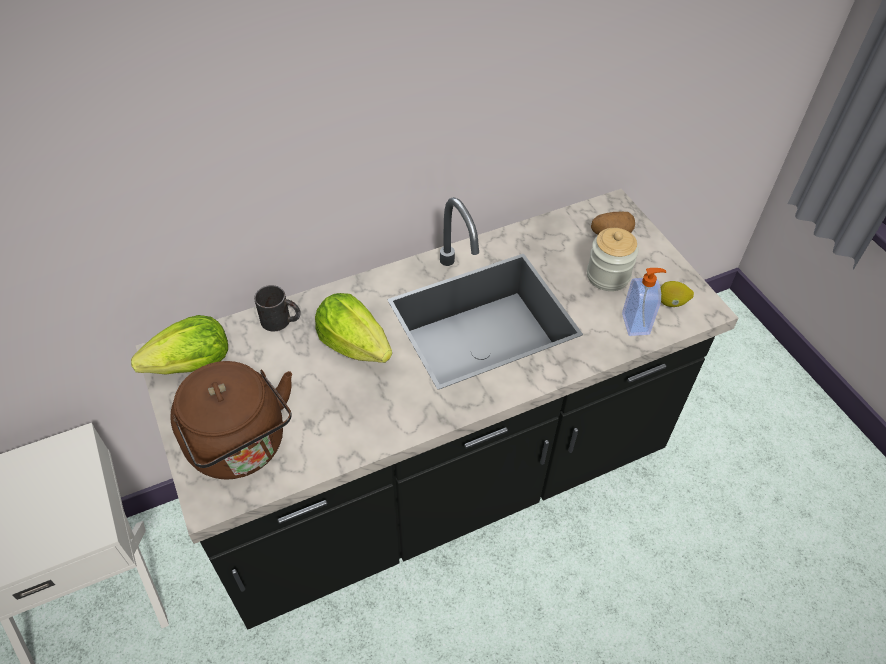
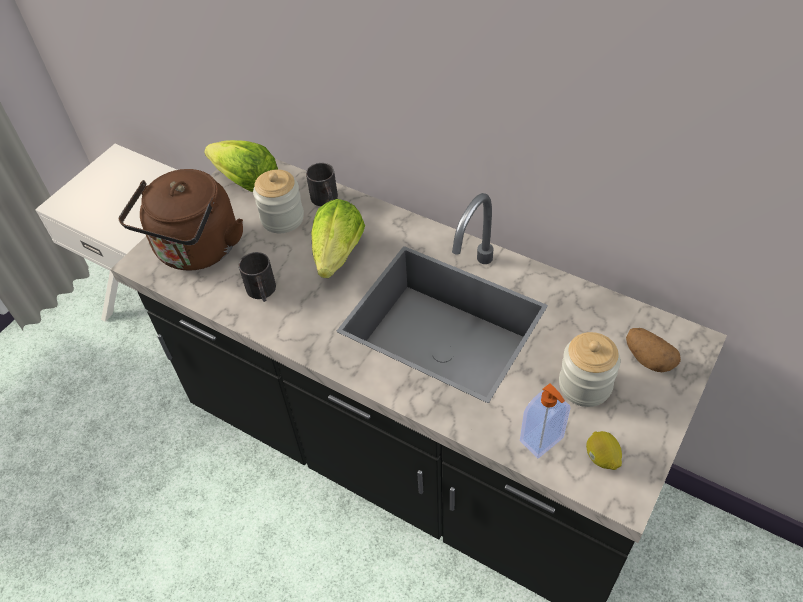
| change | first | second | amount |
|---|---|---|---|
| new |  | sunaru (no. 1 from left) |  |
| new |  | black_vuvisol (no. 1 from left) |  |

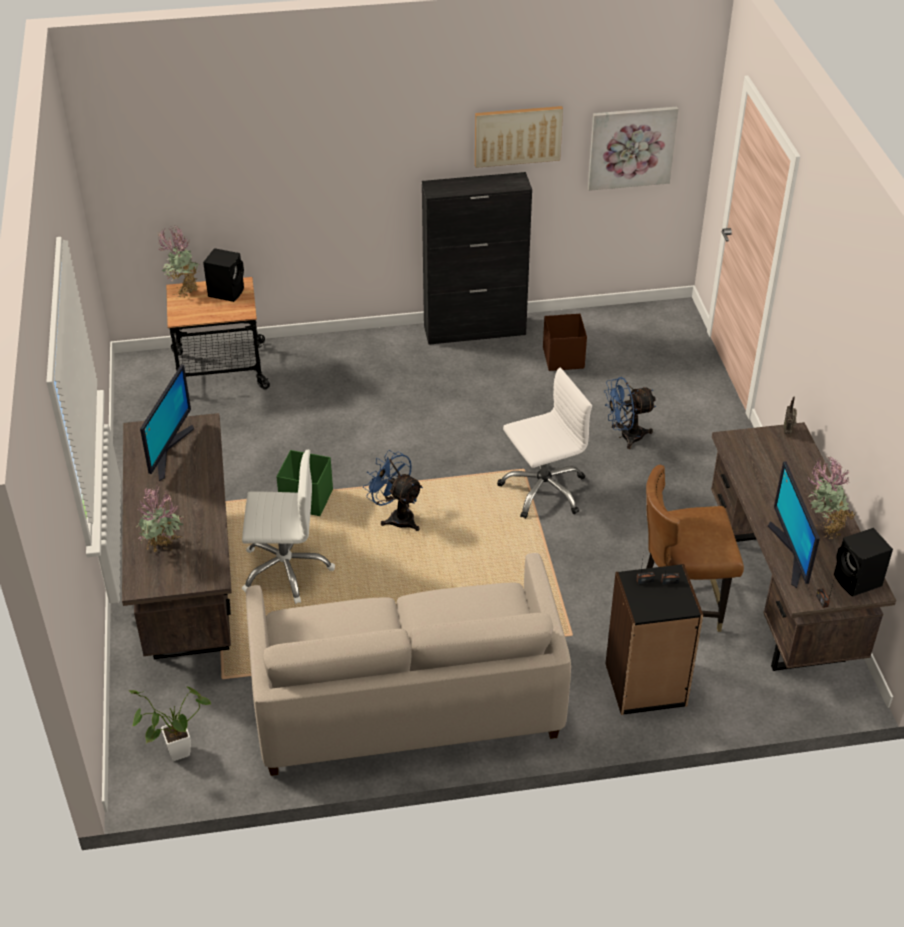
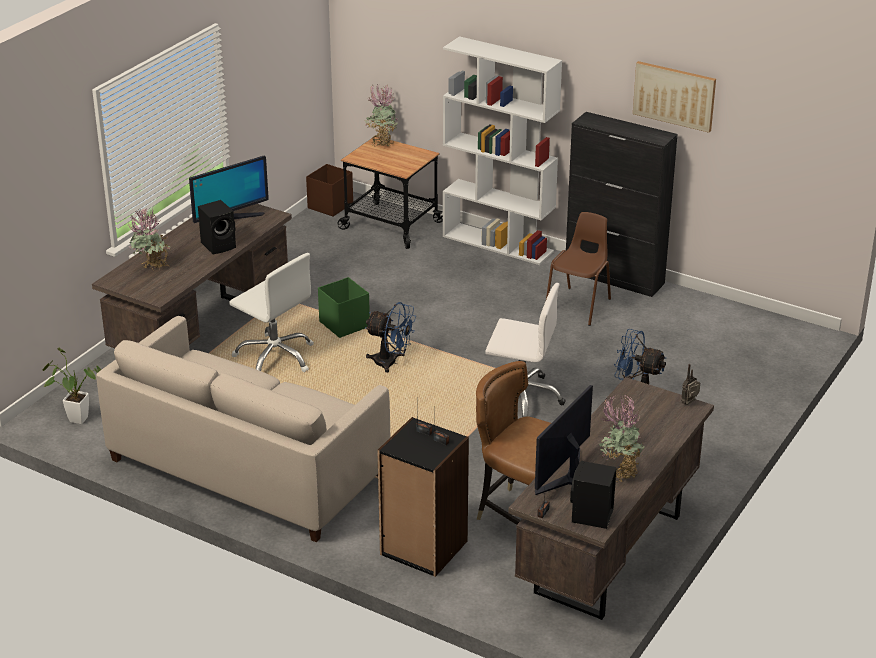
| change | first | second | amount |
|---|---|---|---|
| gone | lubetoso (no. 2 from left) |  |  |
| shifted | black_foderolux (no. 1 from left) |  |  |
| shifted | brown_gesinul |  |  |
| rotated | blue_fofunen (no. 1 from left) |  | 120 degrees clockwise |
| new |  | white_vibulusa |  |
| new |  | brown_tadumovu (no. 2 from left) |  |

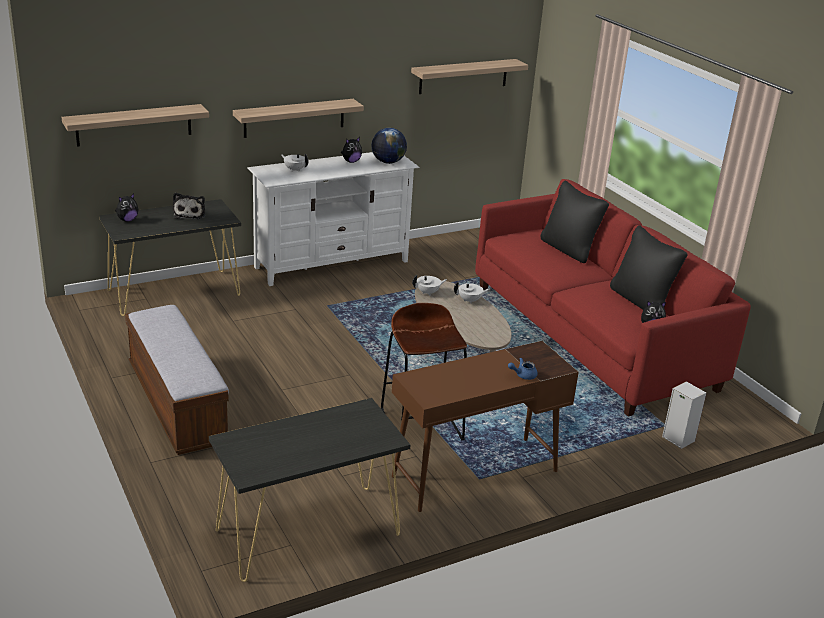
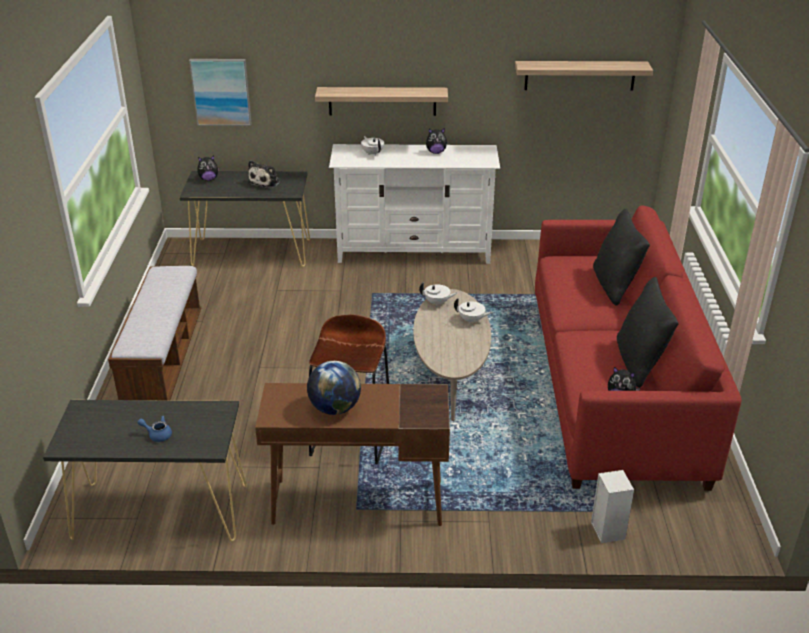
| change | first | second | amount |
|---|---|---|---|
| swapped | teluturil (no. 1 from left) | lubetoso |  |
| shifted | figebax |  |  |
| shifted | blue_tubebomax |  |  |

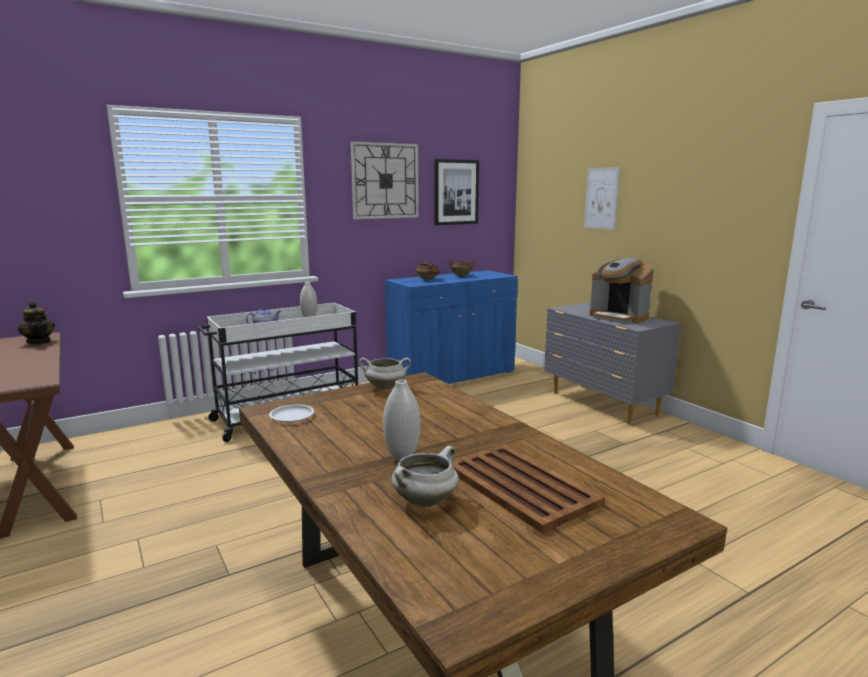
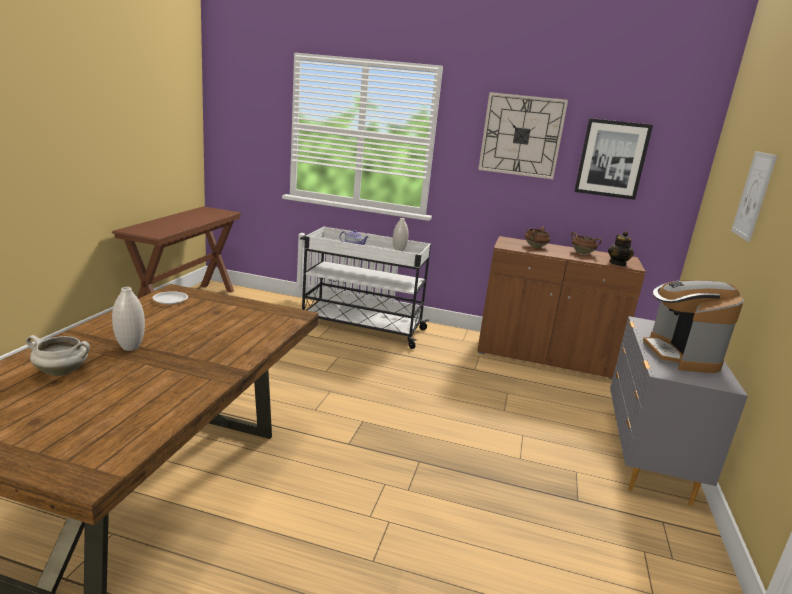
| change | first | second | amount |
|---|---|---|---|
| repainted | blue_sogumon | brown_sogumon |  |
| shifted | tubebomax (no. 1 from left in the first image) | tubebomax (no. 2 from left) |  |
| gone | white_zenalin (no. 1 from left) |  |  |
| gone | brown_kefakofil |  |  |

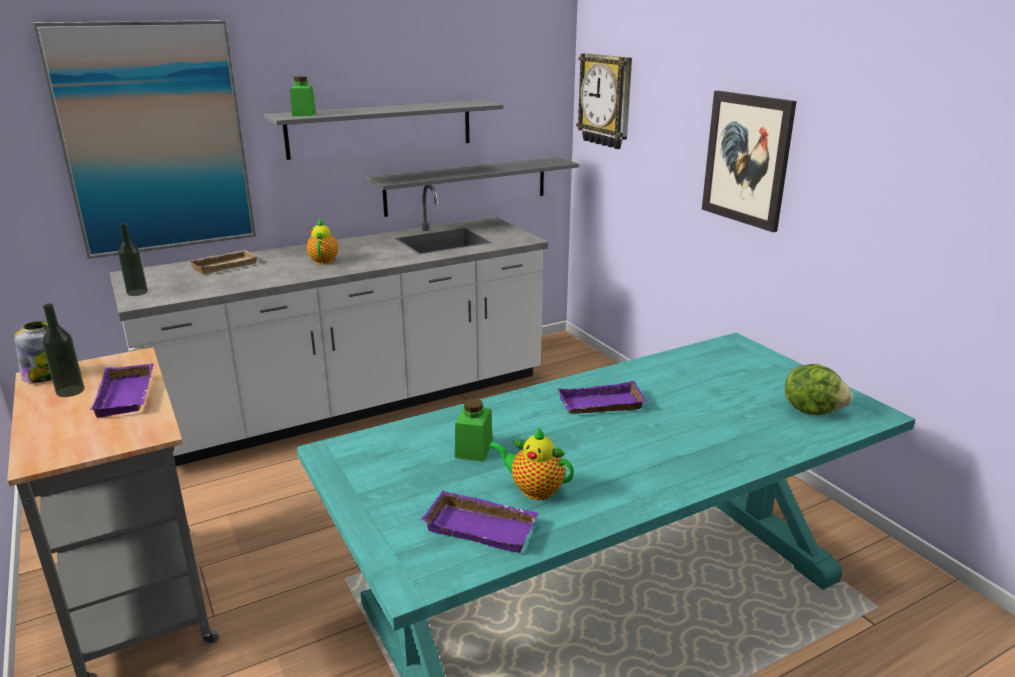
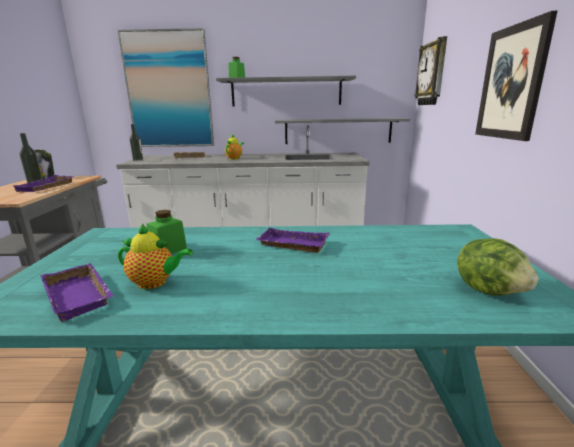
| change | first | second | amount |
|---|---|---|---|
| rotated | tubebomax (no. 2 from left in the first image) | tubebomax (no. 1 from left) | 135 degrees clockwise |

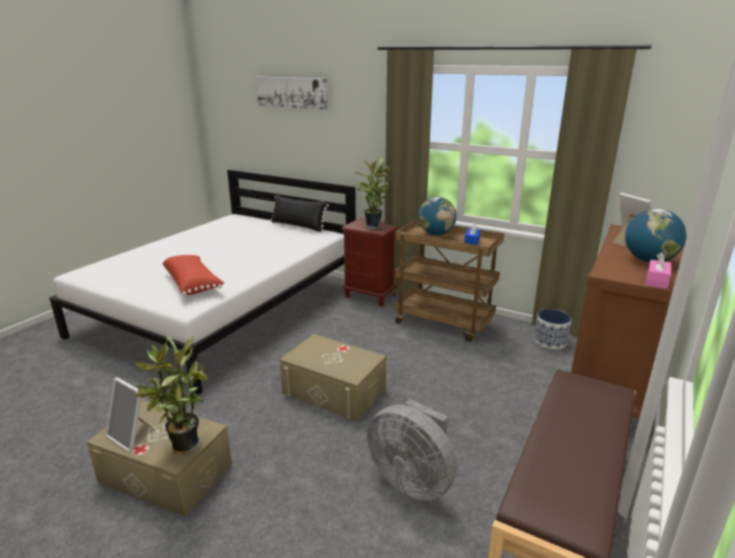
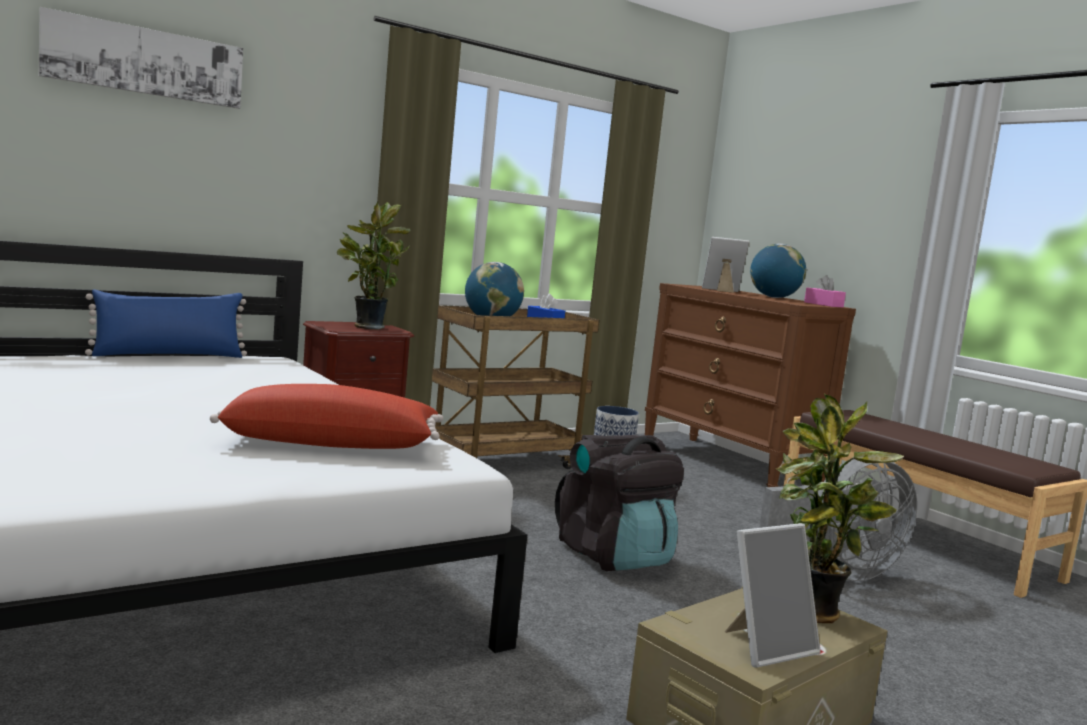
| change | first | second | amount |
|---|---|---|---|
| repainted | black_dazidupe | blue_dazidupe |  |
| swapped | beige_gesinul (no. 2 from left) | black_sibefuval |  |

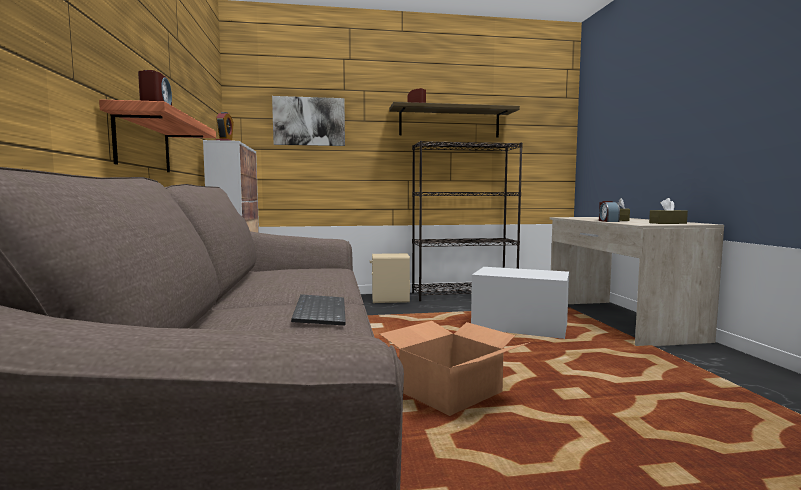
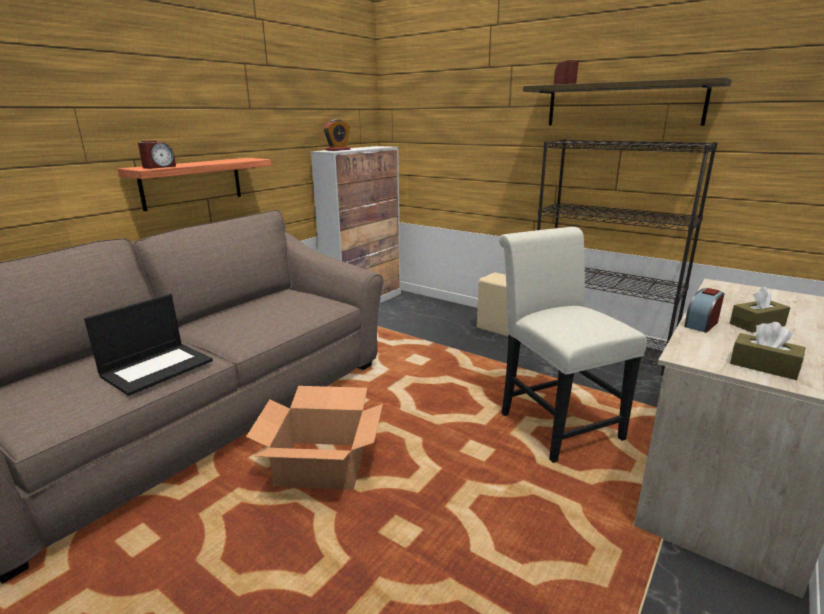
| change | first | second | amount |
|---|---|---|---|
| gone | lubetoso |  |  |
| swapped | white_gesinul | white_tadumovu |  |
| swapped | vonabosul | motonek |  |

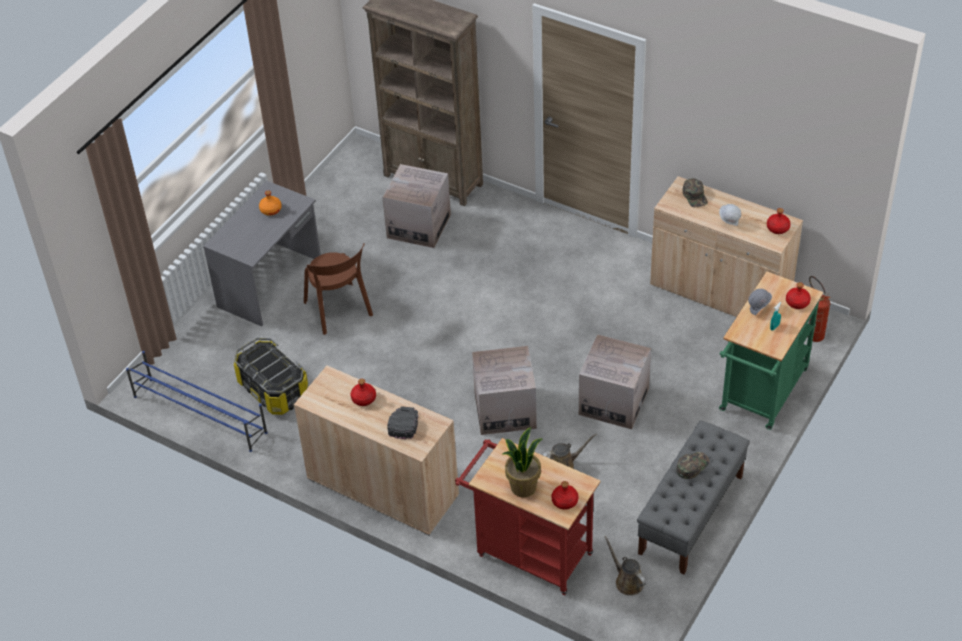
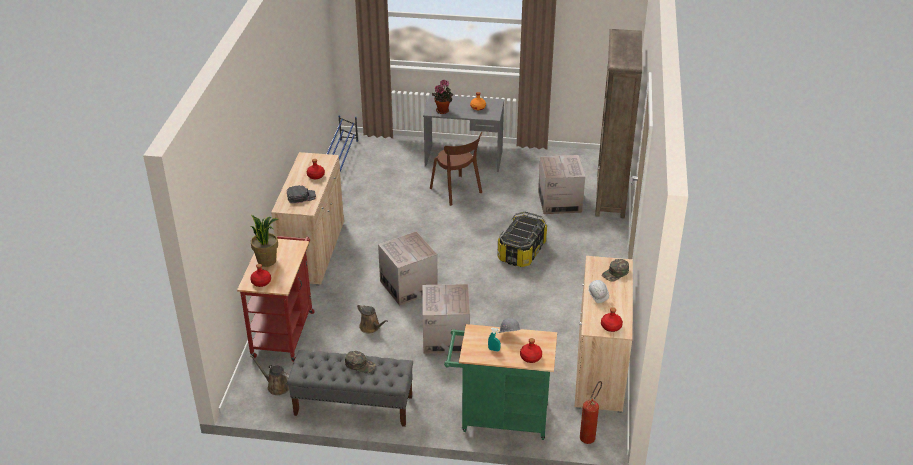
| change | first | second | amount |
|---|---|---|---|
| rotated | brown_tadumovu |  | 75 degrees counterclockwise |
| shifted | gesinul |  |  |
| rotated | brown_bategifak (no. 2 from left in the first image) | brown_bategifak (no. 1 from left) | 90 degrees counterclockwise |
| new |  | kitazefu (no. 2 from left) |  |

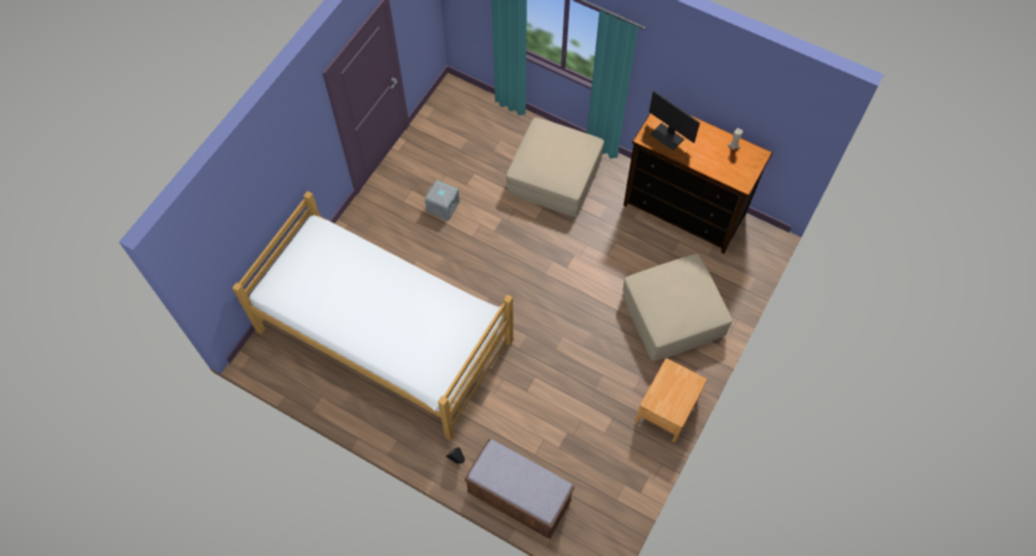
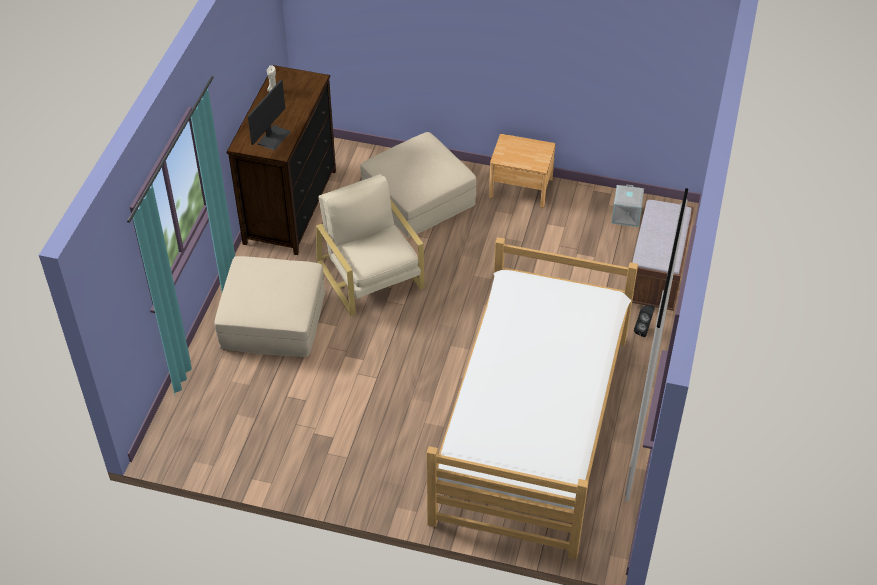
| change | first | second | amount |
|---|---|---|---|
| shifted | grey_gesinul |  |  |
| new |  | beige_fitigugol |  |

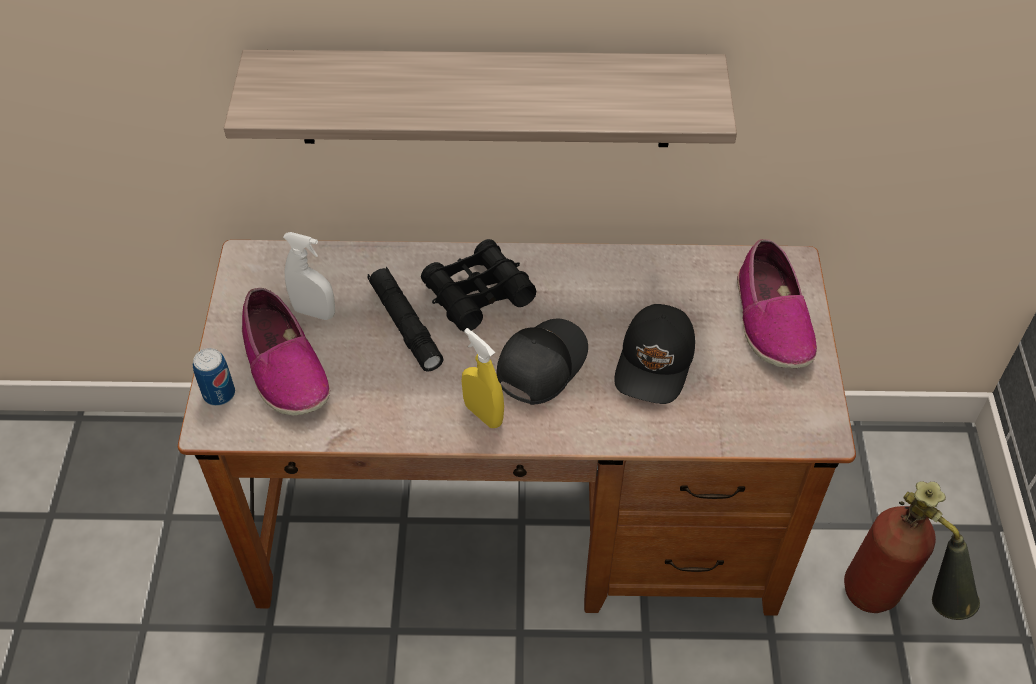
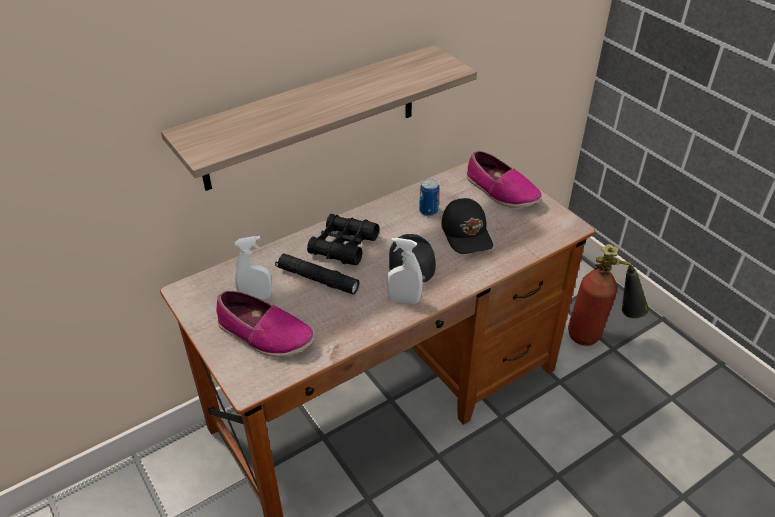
| change | first | second | amount |
|---|---|---|---|
| repainted | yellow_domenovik | white_domenovik (no. 2 from left) |  |
| shifted | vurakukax |  |  |

